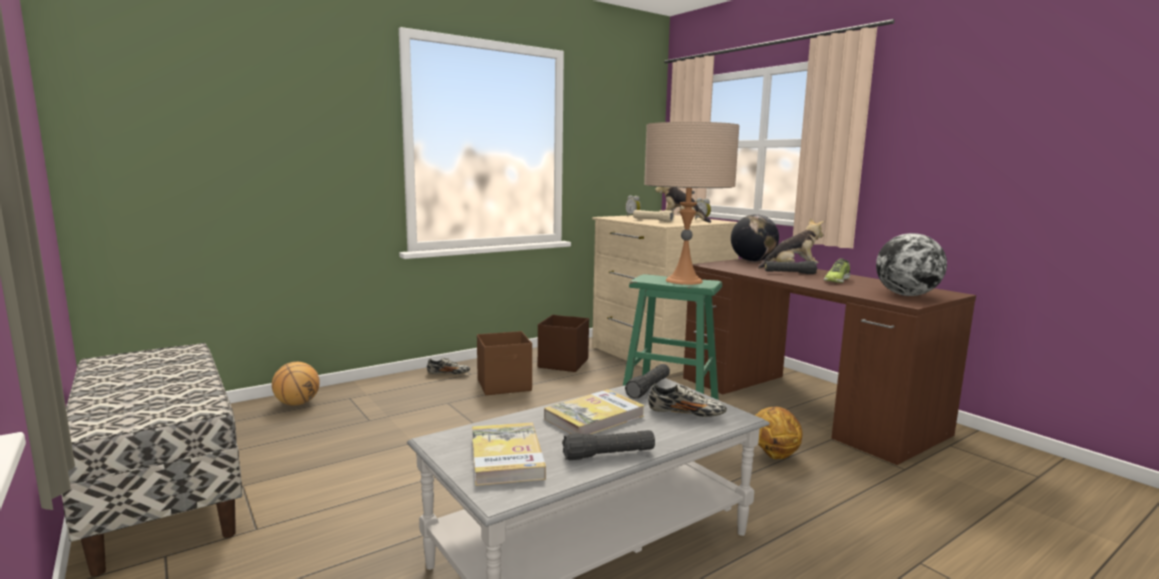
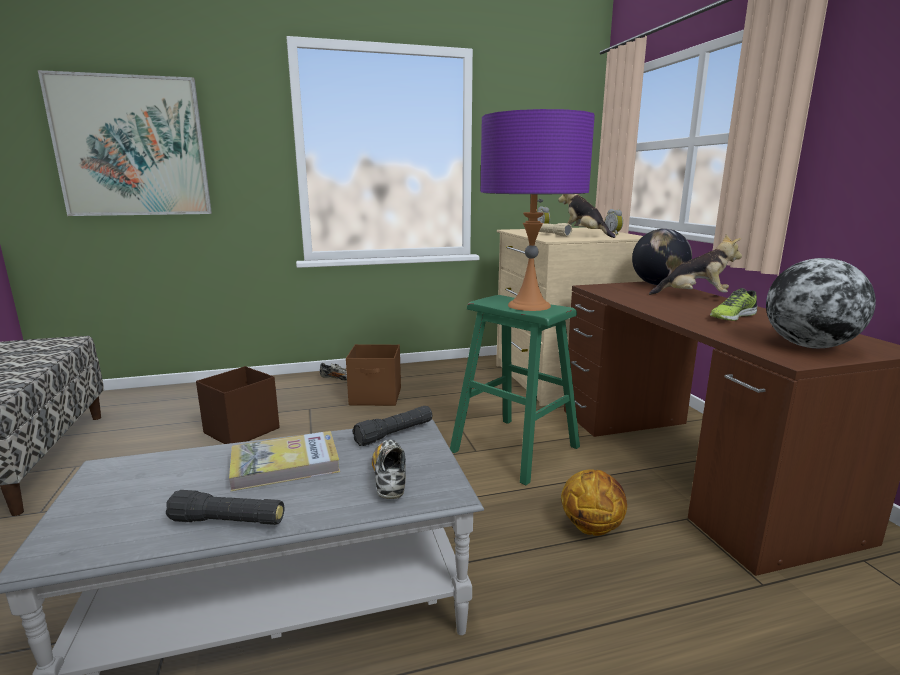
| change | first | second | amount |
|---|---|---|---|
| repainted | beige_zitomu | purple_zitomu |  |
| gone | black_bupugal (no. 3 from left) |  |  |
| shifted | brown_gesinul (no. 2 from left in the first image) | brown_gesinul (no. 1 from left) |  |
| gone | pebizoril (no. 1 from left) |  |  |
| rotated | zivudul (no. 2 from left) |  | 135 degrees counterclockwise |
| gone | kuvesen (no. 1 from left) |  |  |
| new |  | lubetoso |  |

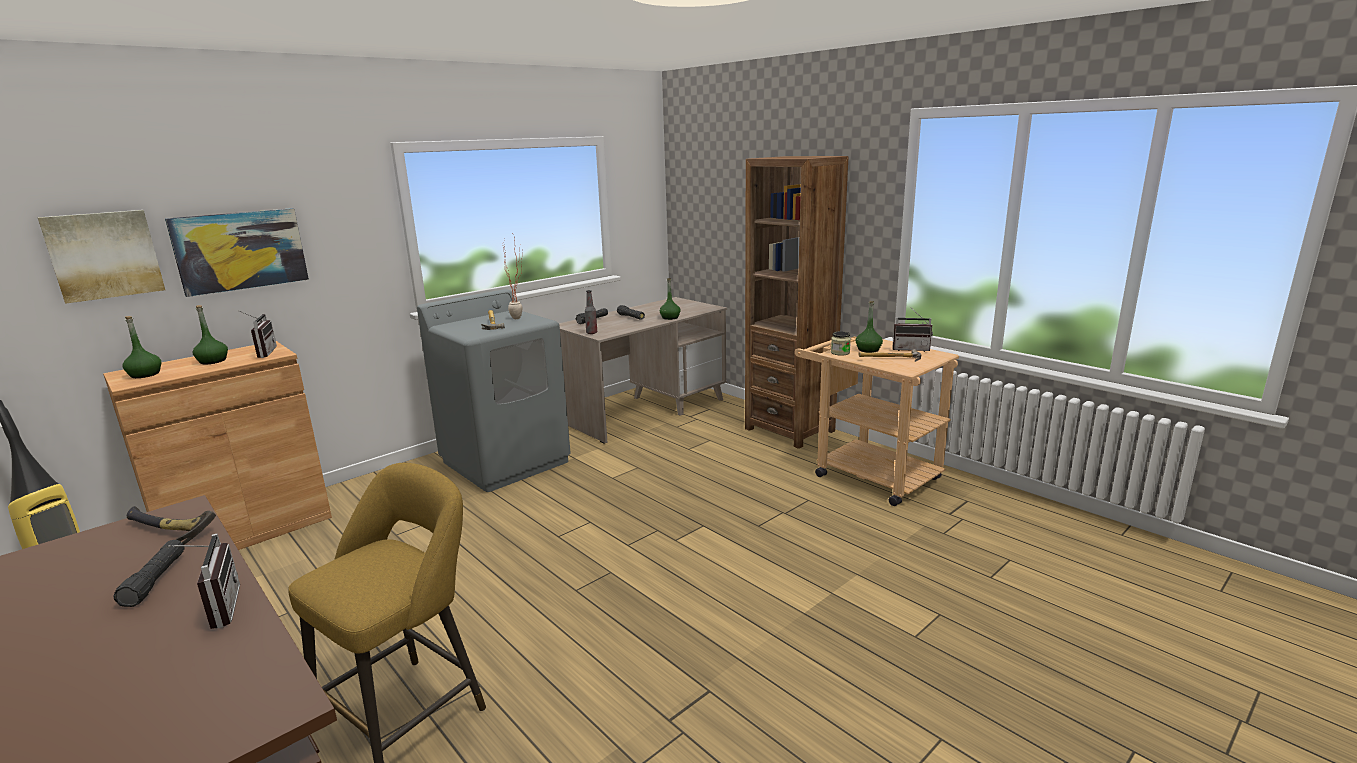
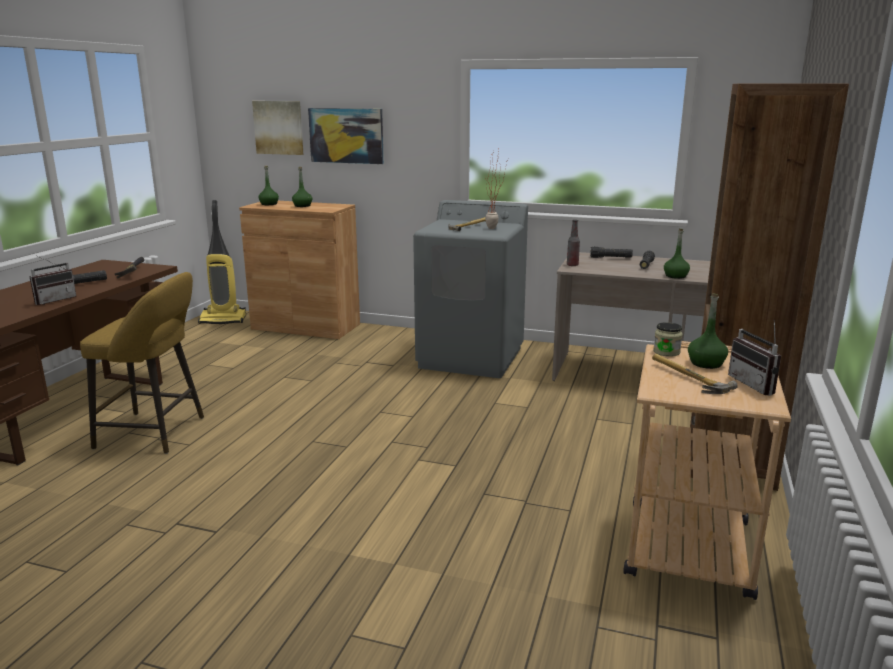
| change | first | second | amount |
|---|---|---|---|
| gone | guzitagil (no. 2 from left) |  |  |

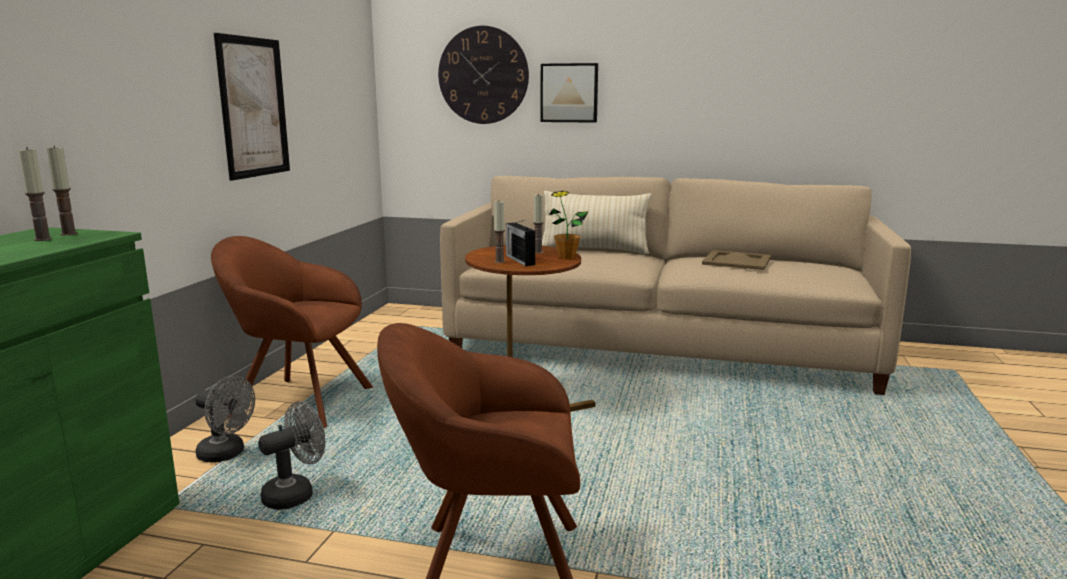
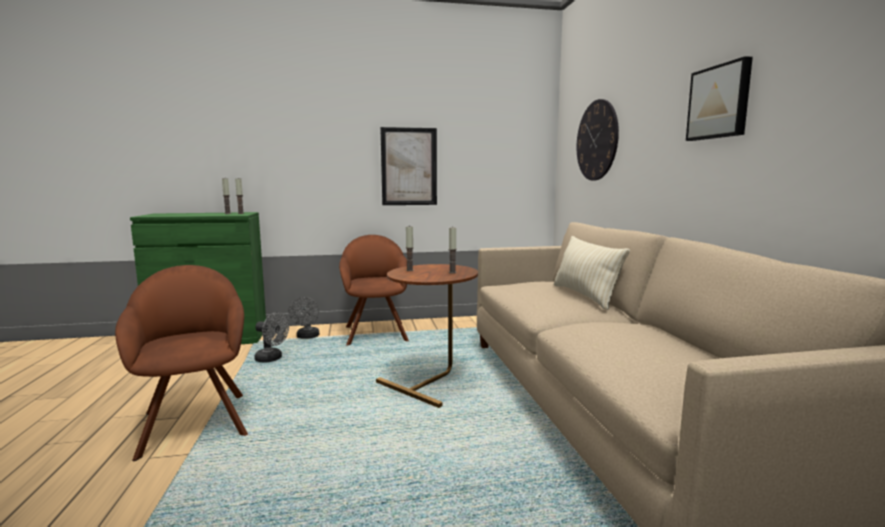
| change | first | second | amount |
|---|---|---|---|
| shifted | lubetoso (no. 2 from left) |  |  |
| gone | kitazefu |  |  |
| gone | guzitagil |  |  |
| gone | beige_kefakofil |  |  |

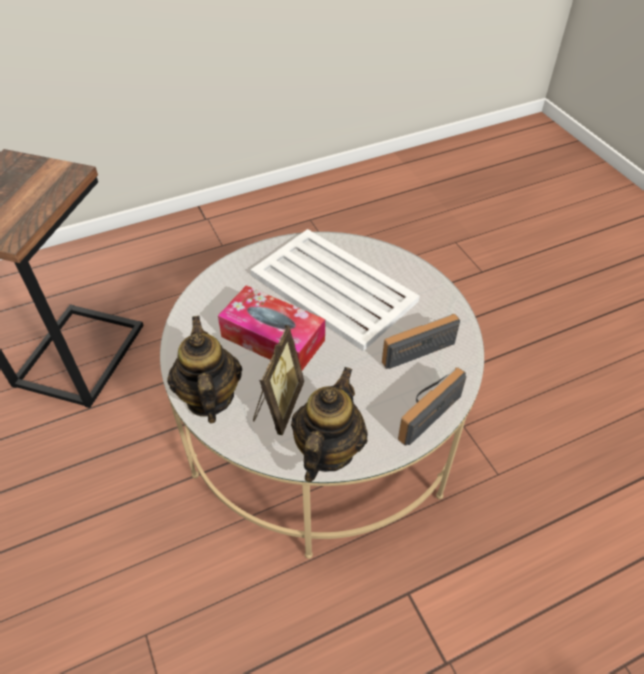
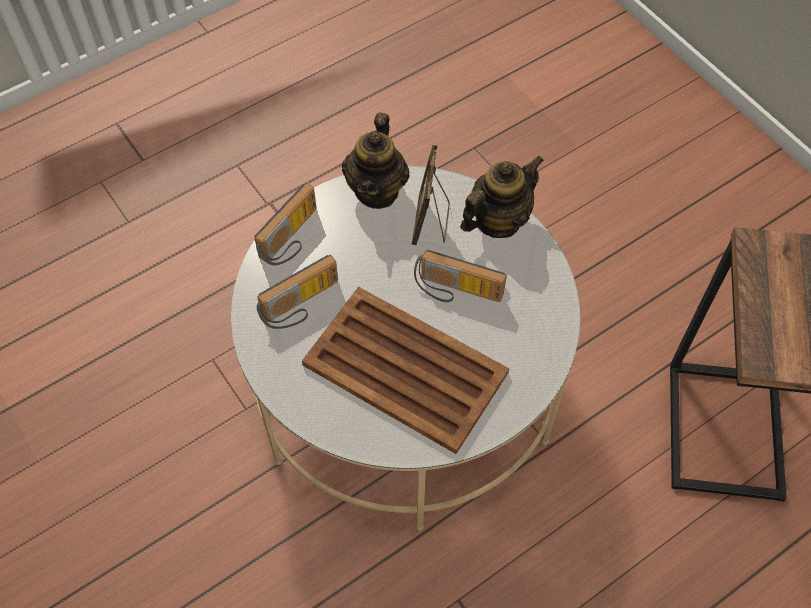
| change | first | second | amount |
|---|---|---|---|
| repainted | white_kefakofil | brown_kefakofil |  |
| swapped | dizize | guzitagil (no. 3 from left) |  |
| rotated | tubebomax (no. 1 from left in the first image) | tubebomax (no. 2 from left) | 105 degrees counterclockwise |

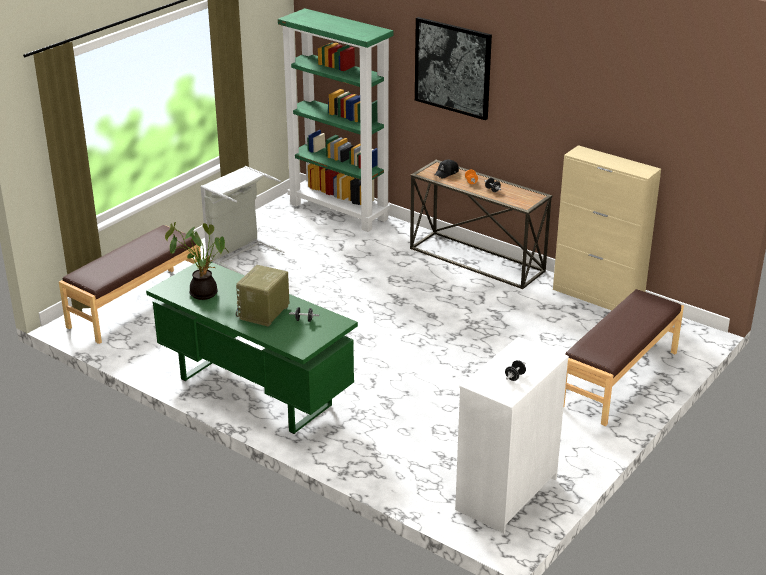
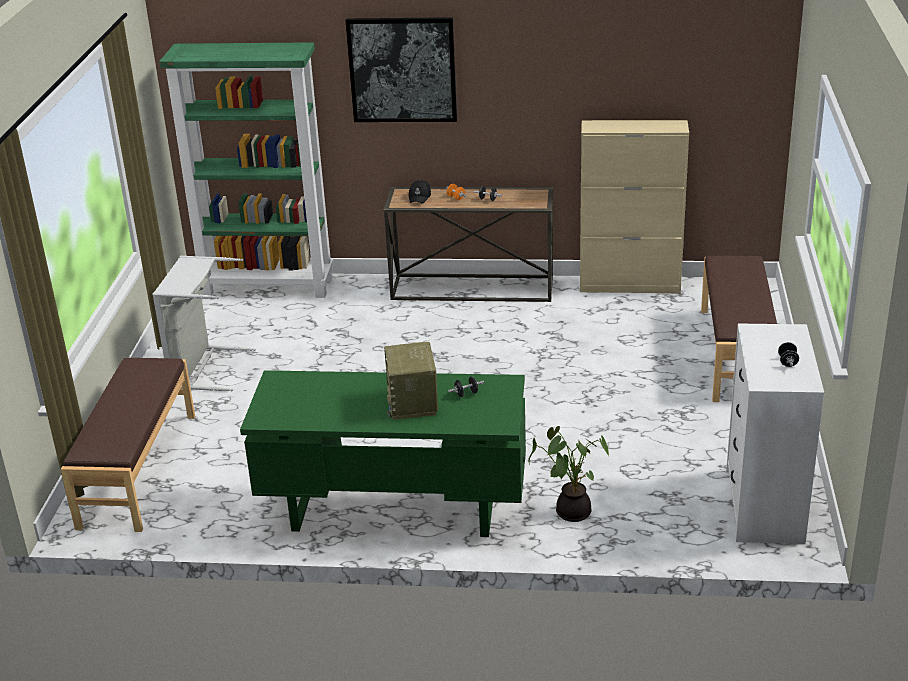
| change | first | second | amount |
|---|---|---|---|
| shifted | kitazefu |  |  |

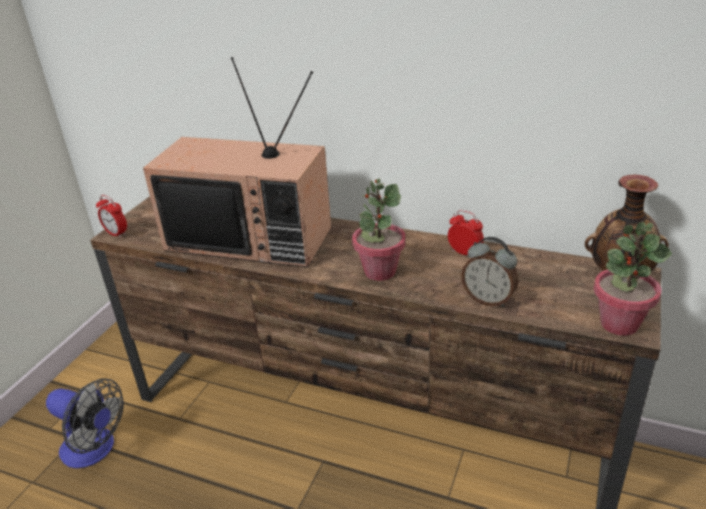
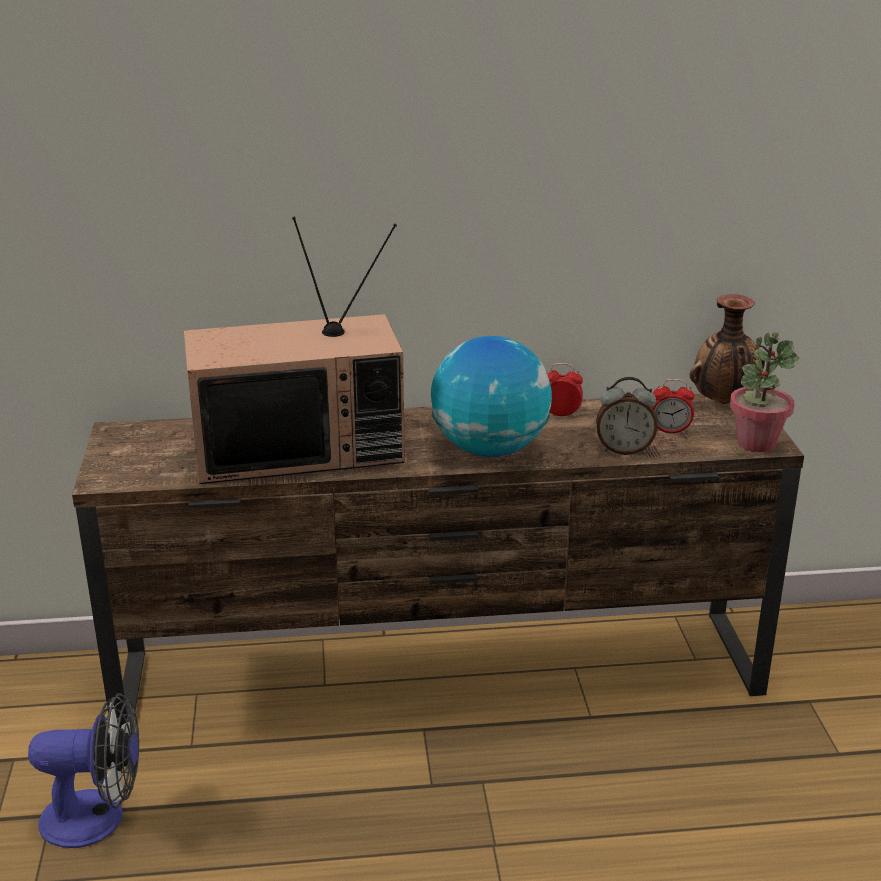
| change | first | second | amount |
|---|---|---|---|
| swapped | kitazefu (no. 1 from left) | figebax |  |
| shifted | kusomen (no. 1 from left in the first image) | kusomen (no. 3 from left) |  |

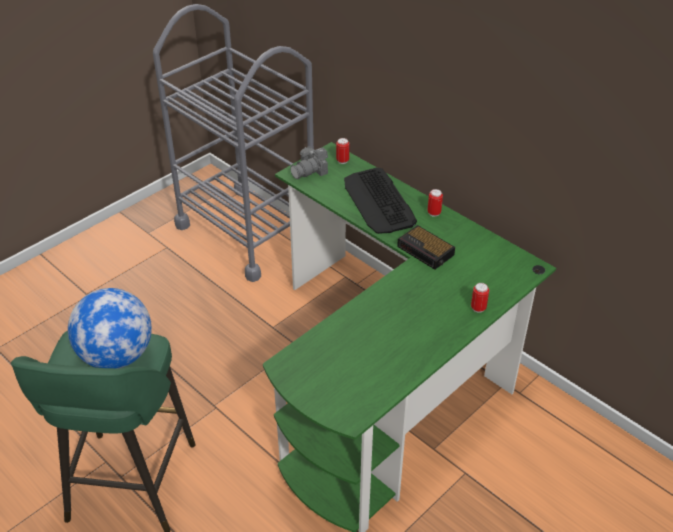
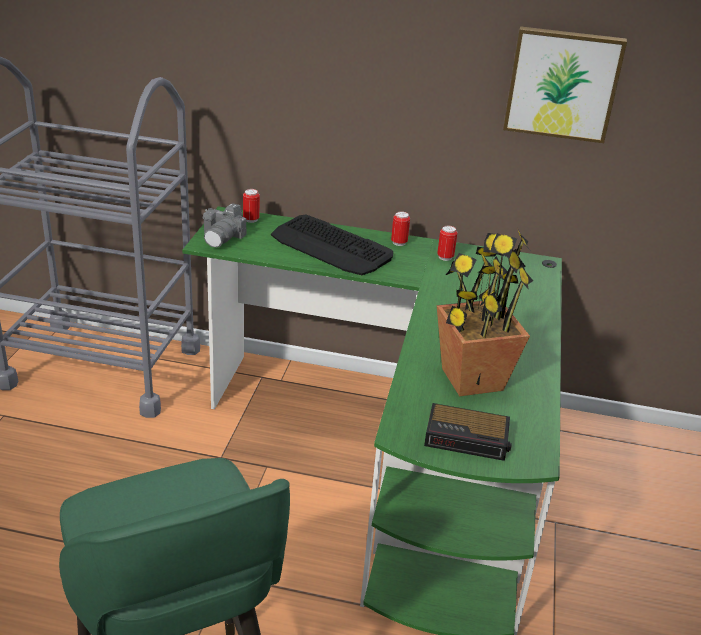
| change | first | second | amount |
|---|---|---|---|
| shifted | kusomen |  |  |
| shifted | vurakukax (no. 3 from left) |  |  |
| gone | figebax |  |  |
| new |  | lubetoso |  |
| new |  | kitazefu |  |

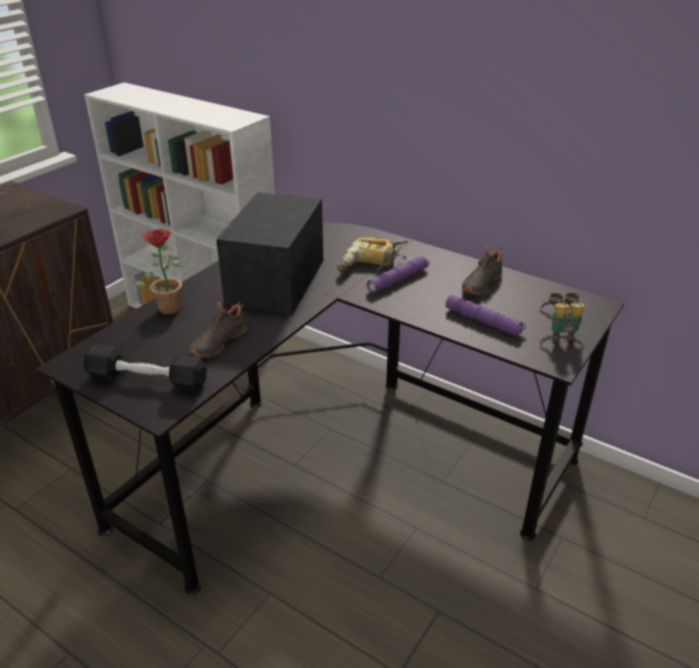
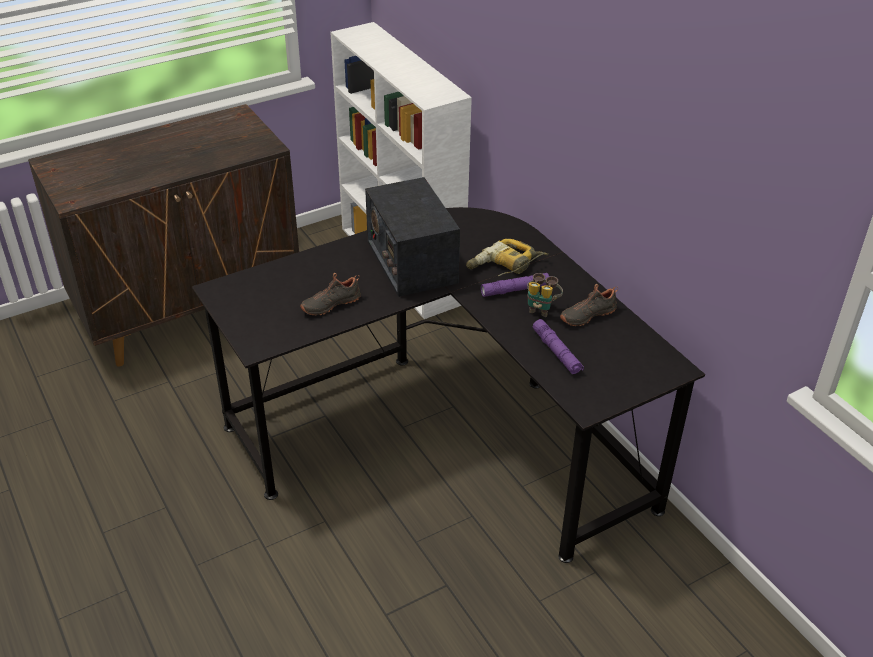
| change | first | second | amount |
|---|---|---|---|
| rotated | guzitagil |  | 60 degrees counterclockwise |
| gone | kitazefu |  |  |
| shifted | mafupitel |  |  |
| gone | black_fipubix |  |  |

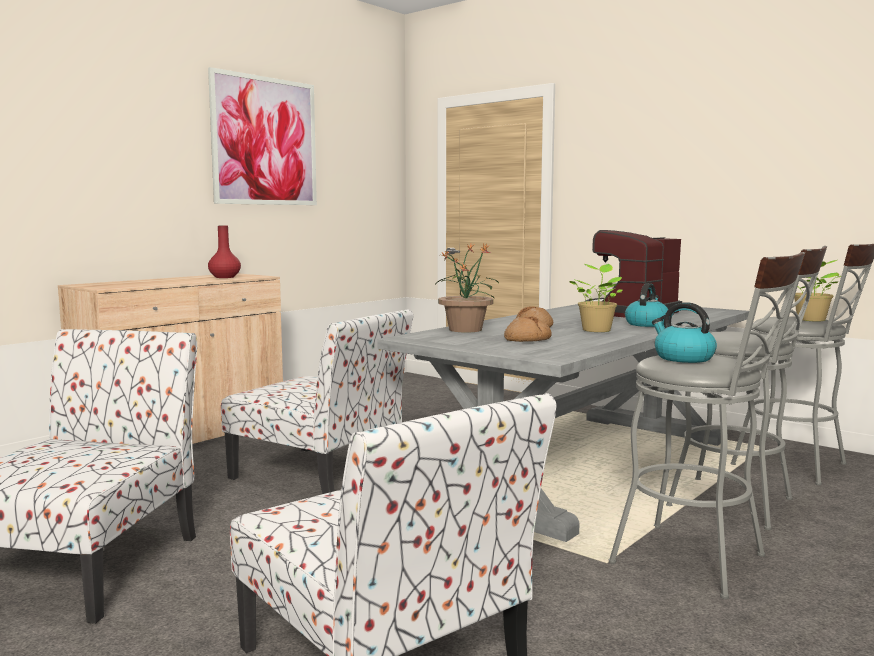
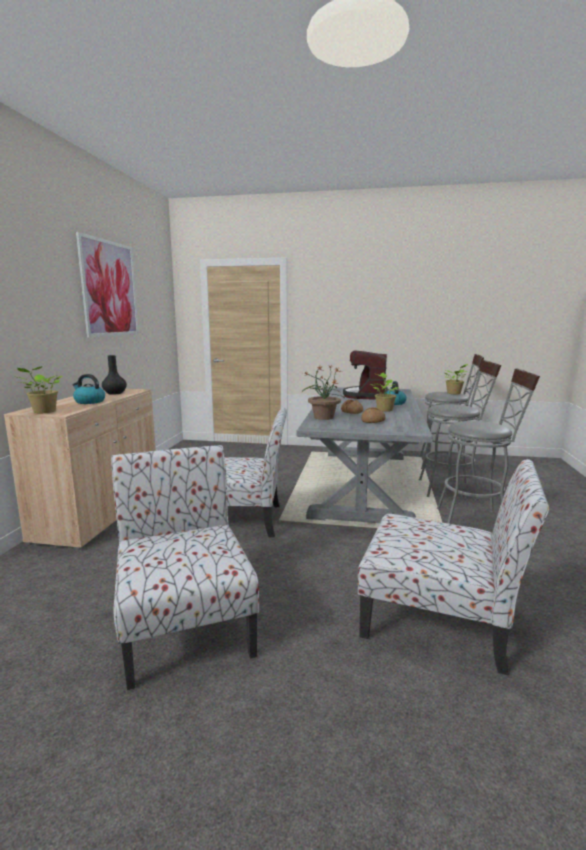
| change | first | second | amount |
|---|---|---|---|
| repainted | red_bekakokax | black_bekakokax |  |
| shifted | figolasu (no. 2 from left in the first image) | figolasu (no. 1 from left) |  |
| new |  | kitazefu (no. 1 from left) |  |

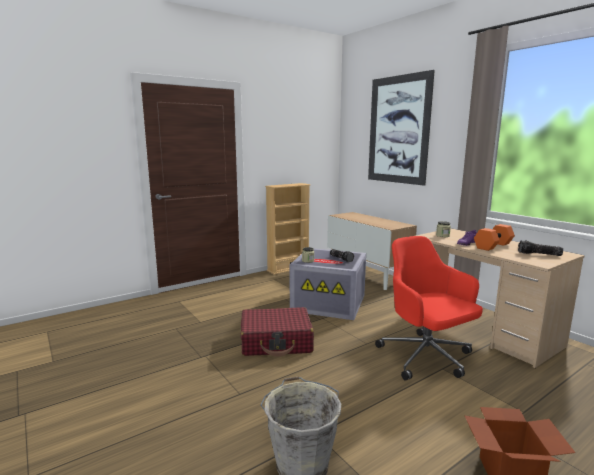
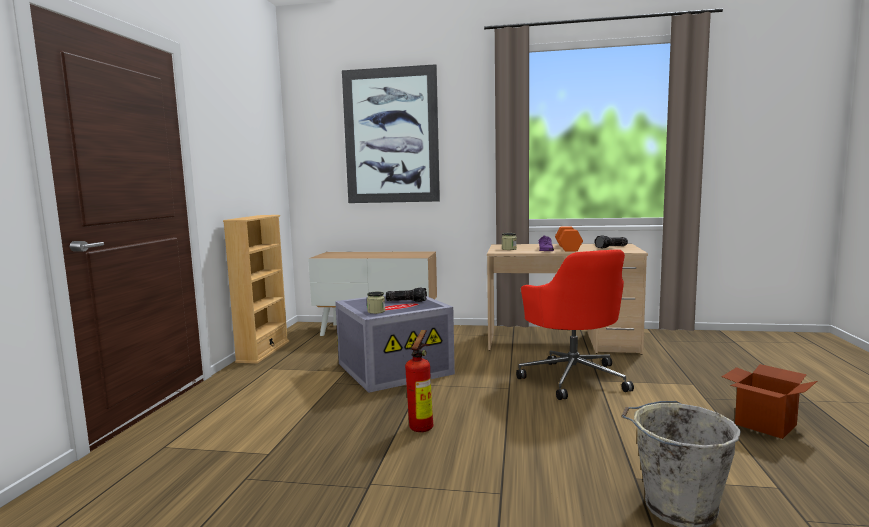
| change | first | second | amount |
|---|---|---|---|
| rotated | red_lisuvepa |  | 120 degrees counterclockwise |
| swapped | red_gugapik | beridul |  |

